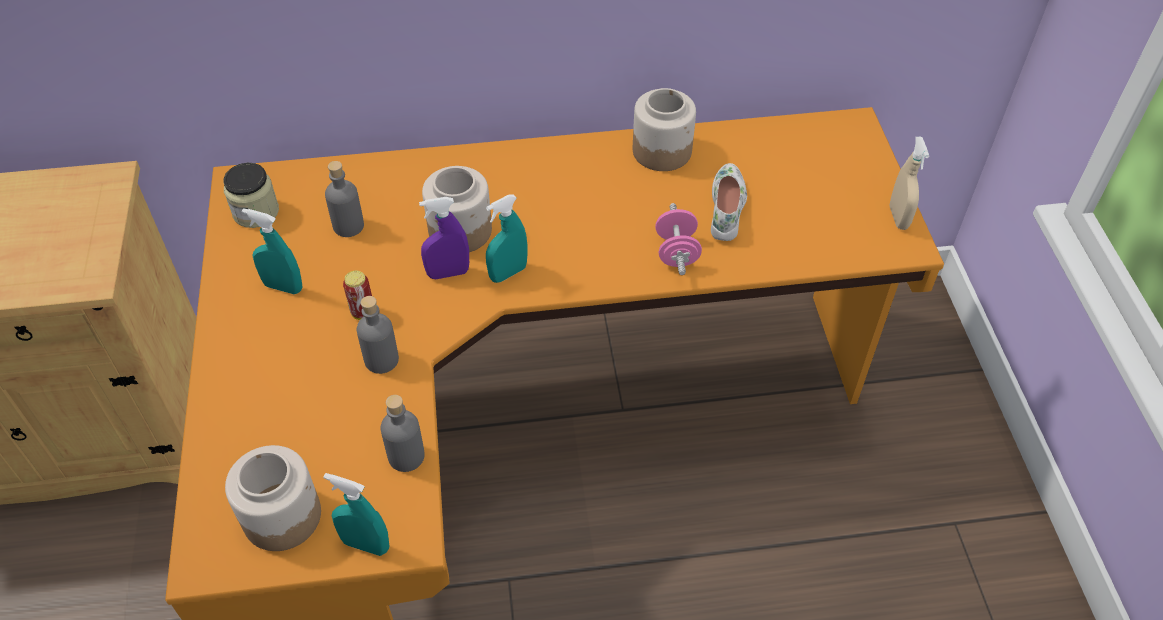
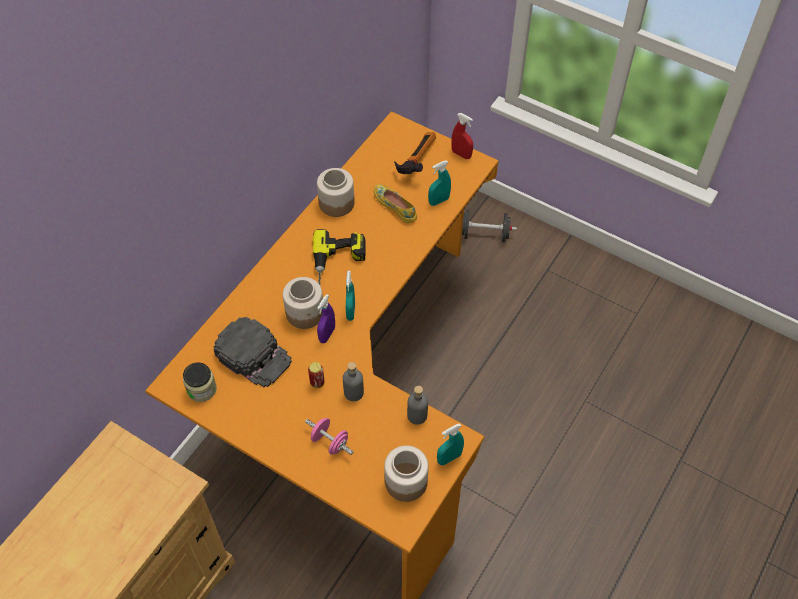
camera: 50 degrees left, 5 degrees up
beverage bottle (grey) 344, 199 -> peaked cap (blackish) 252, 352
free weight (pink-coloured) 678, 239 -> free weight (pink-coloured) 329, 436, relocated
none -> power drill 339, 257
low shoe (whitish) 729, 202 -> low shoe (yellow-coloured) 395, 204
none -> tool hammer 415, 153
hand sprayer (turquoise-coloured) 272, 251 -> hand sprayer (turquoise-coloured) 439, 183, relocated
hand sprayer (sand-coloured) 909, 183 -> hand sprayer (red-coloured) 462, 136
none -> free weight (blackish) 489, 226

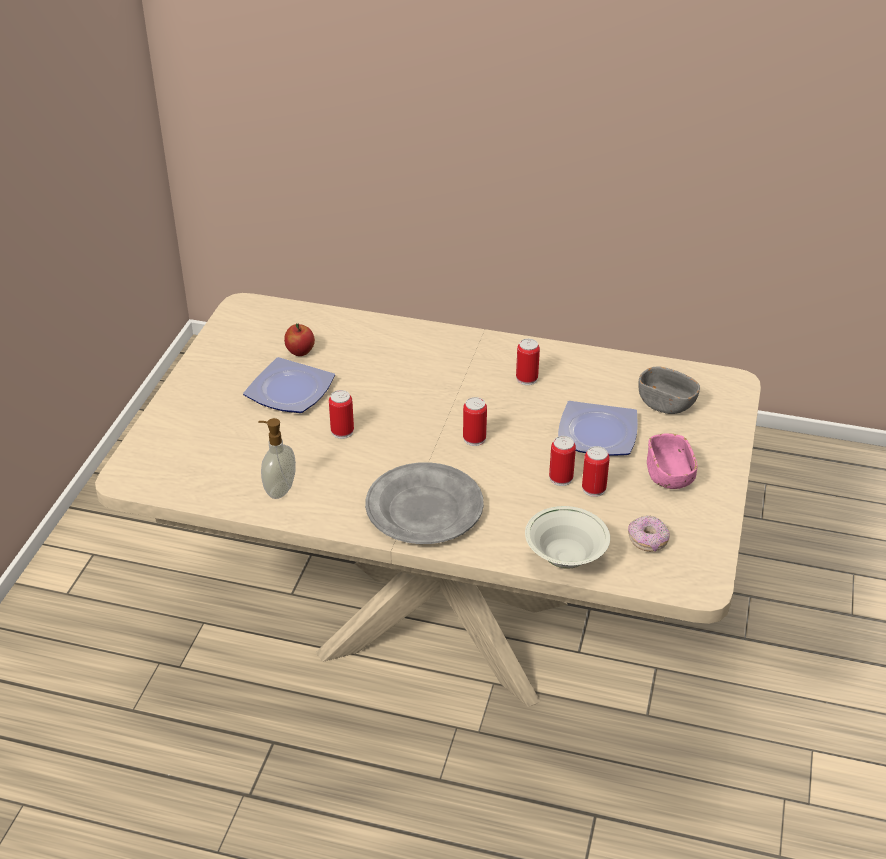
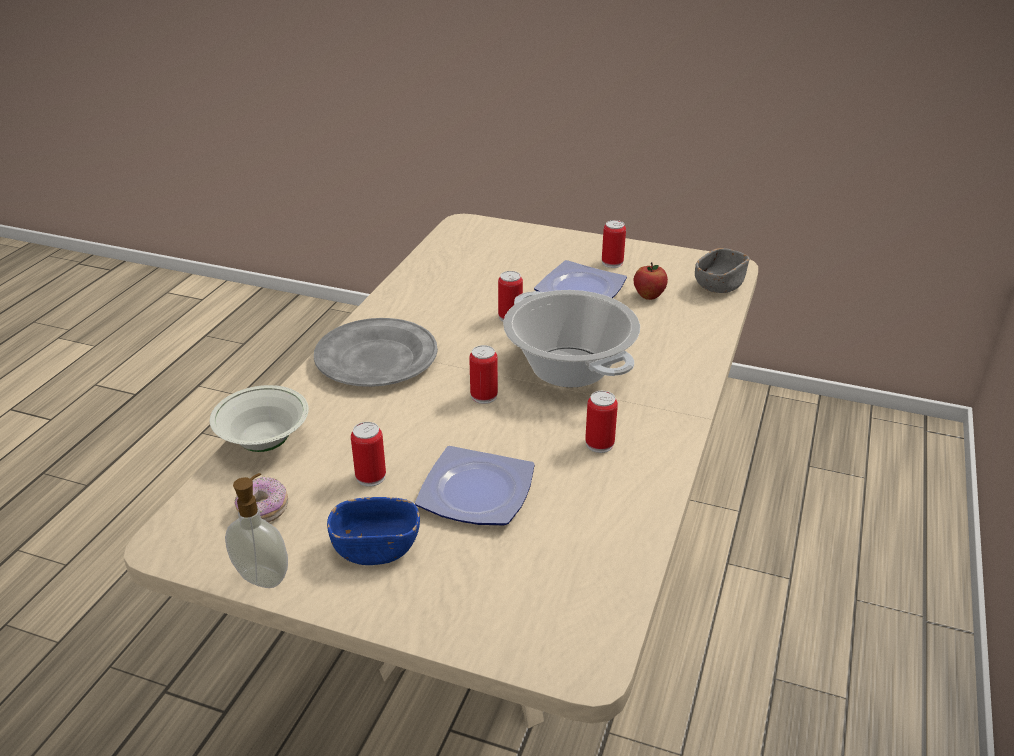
camera: 95 degrees right, 5 degrees down
soap dispenser 277, 458 -> soap dispenser 256, 530, relocated
bowl (pink-coloured) 672, 461 -> bowl (blue-coloured) 373, 531
none -> stockpot 571, 338
sealed can 562, 461 -> sealed can 614, 244, relocated
bowl (grey) 669, 390 -> bowl (grey) 722, 270, relocated

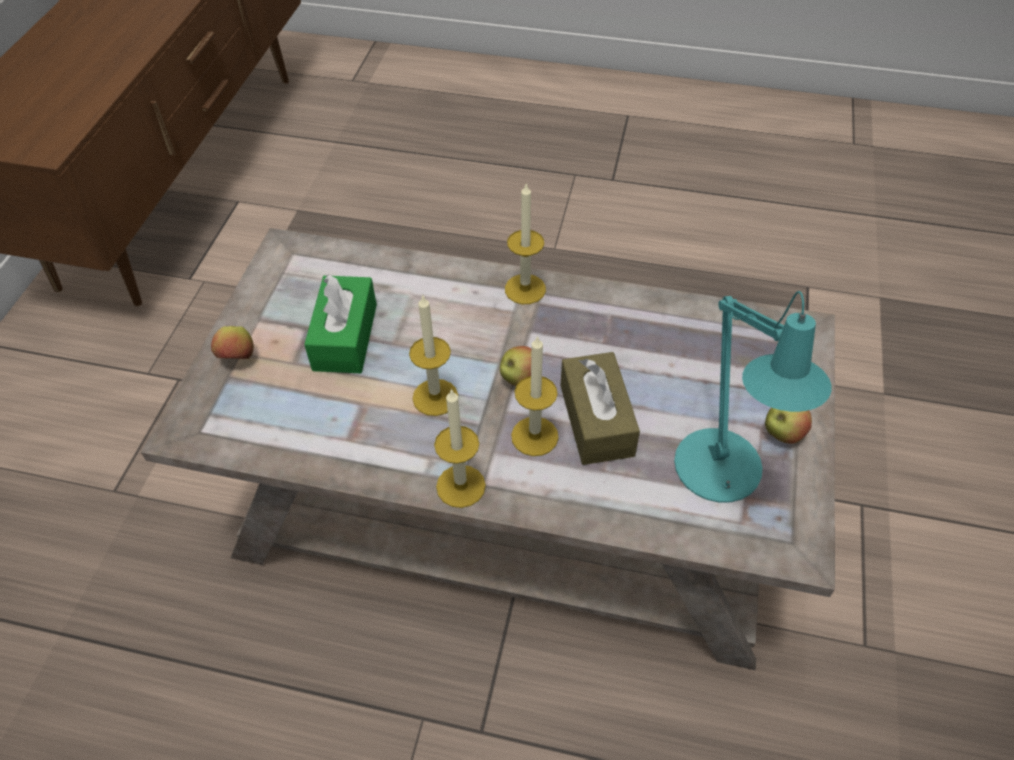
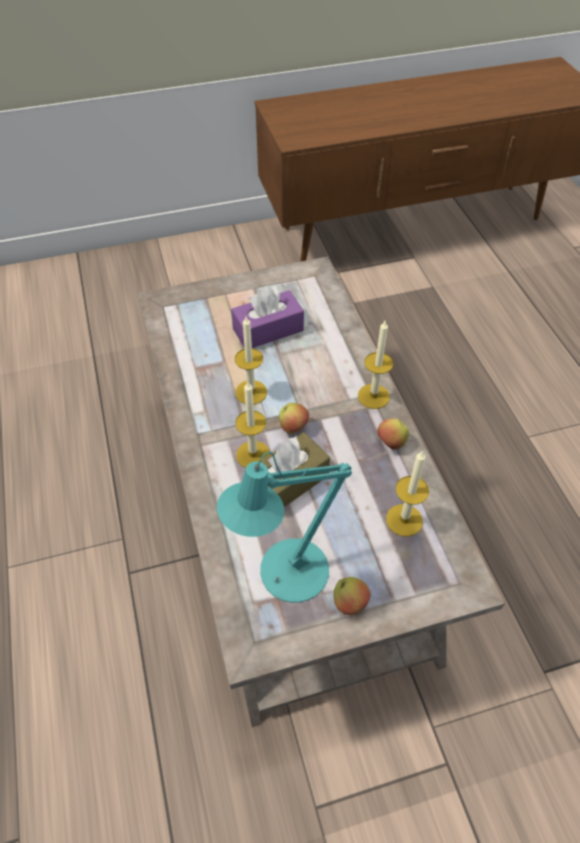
camera: 60 degrees right, 0 degrees up
box of tissues (greenish) 340, 324 -> box of tissues (purple) 267, 317
apple 232, 342 -> apple 393, 434, relocated
wax candle 460, 448 -> wax candle 407, 493, relocated

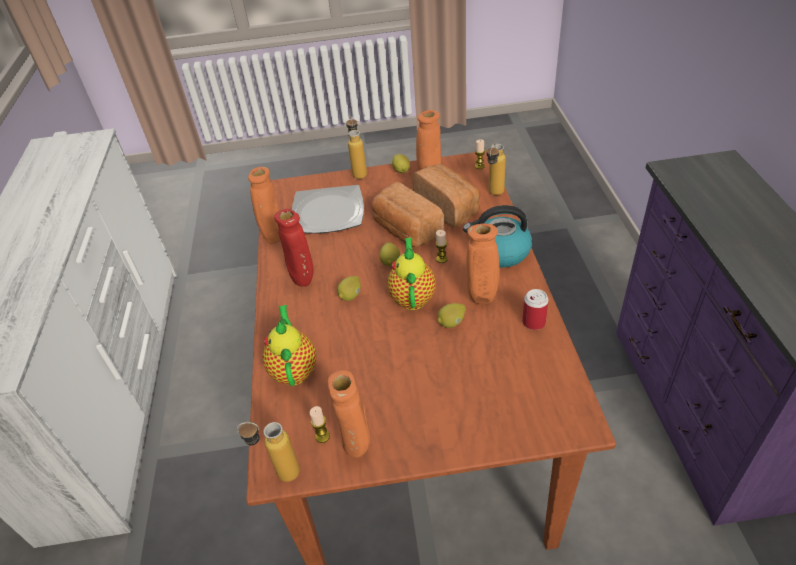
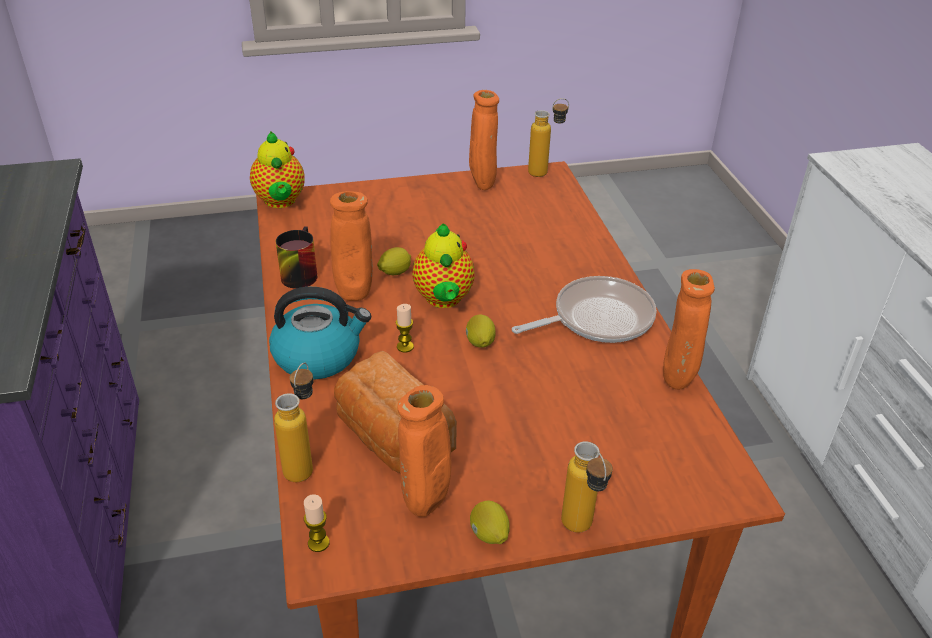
camera: 170 degrees right, 5 degrees down
tea pot 289, 345 -> tea pot 277, 170, relocated
sealed can 535, 309 -> tea mug 297, 257
decorative vase (red-coloured) 294, 248 -> pan 584, 309
plate 328, 209 -> none
wax candle 320, 424 -> none
citrus fruit 349, 288 -> none
bakery bread 408, 214 -> none

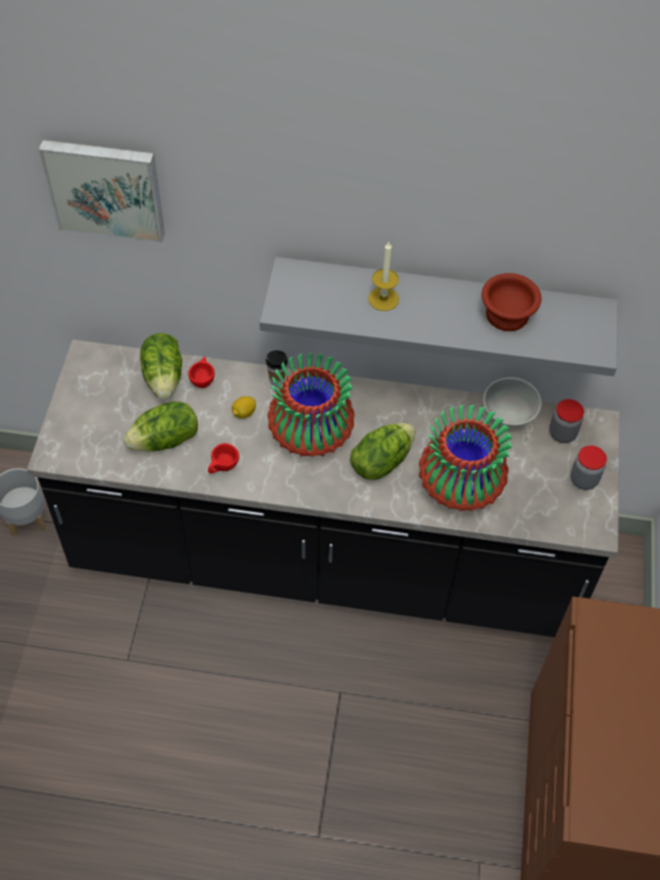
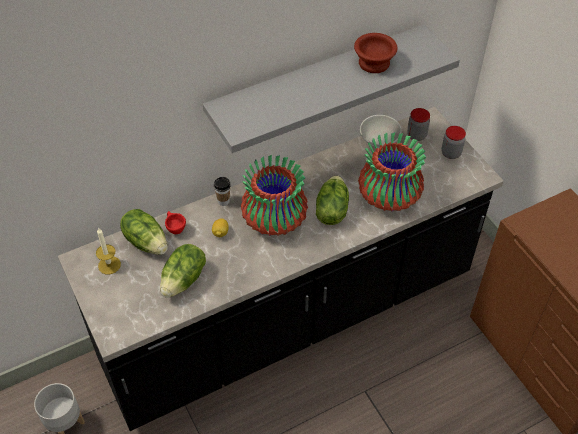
camera: 35 degrees left, 5 degrees down
wax candle 383, 276 -> wax candle 108, 251, relocated
wall picture 102, 191 -> none
cup (red-coloured) 223, 458 -> none

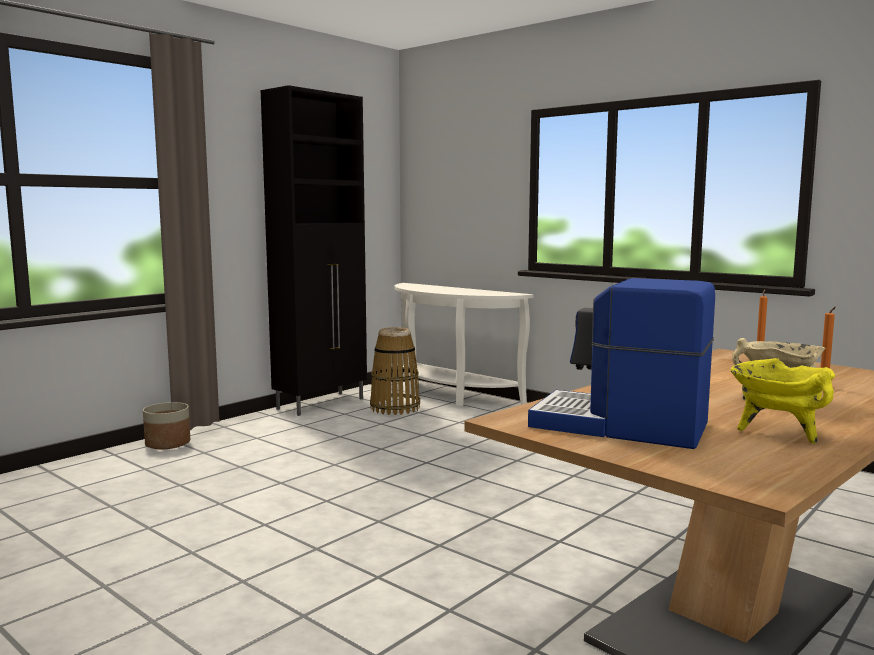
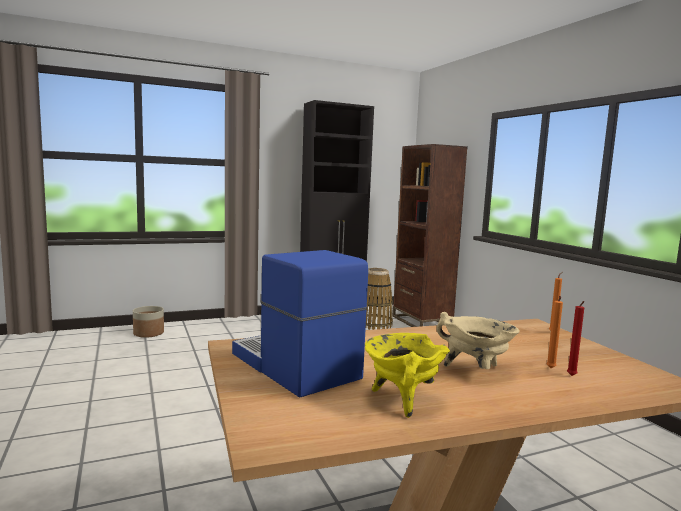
camera: 25 degrees right, 0 degrees up
flower pot 166, 425 -> flower pot 148, 322, relocated
hall table (whitish) 463, 345 -> bookcase (brownish) 430, 235
none -> wax candle (red-coloured) 575, 338

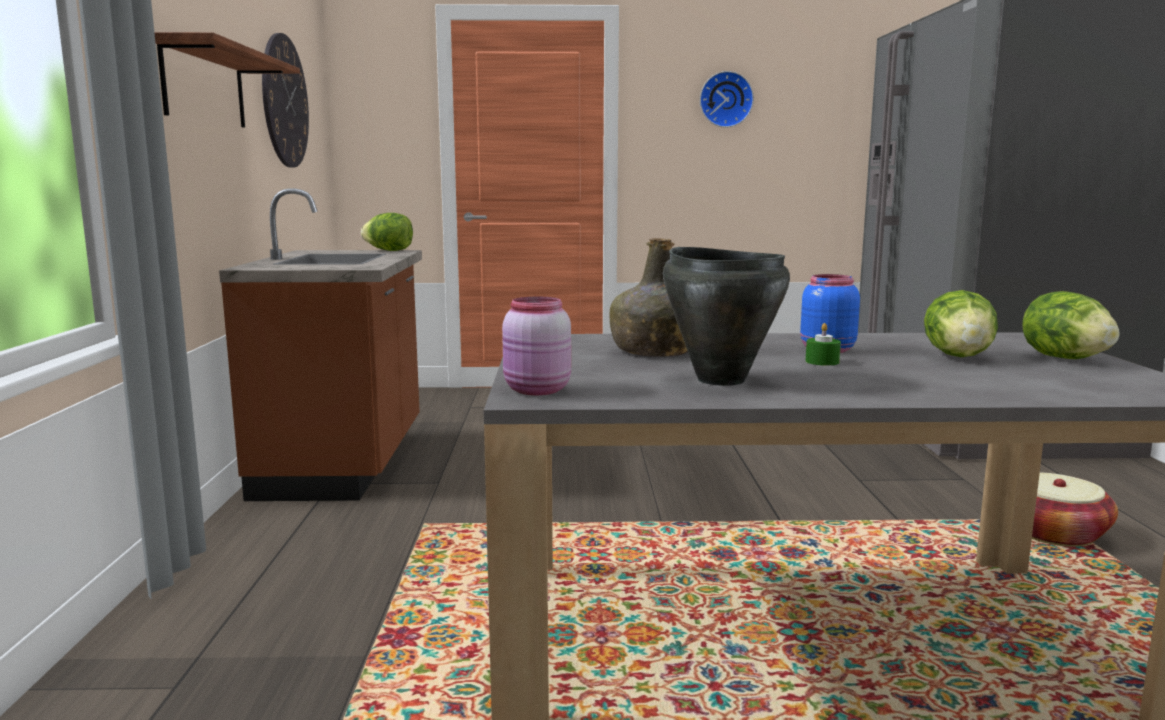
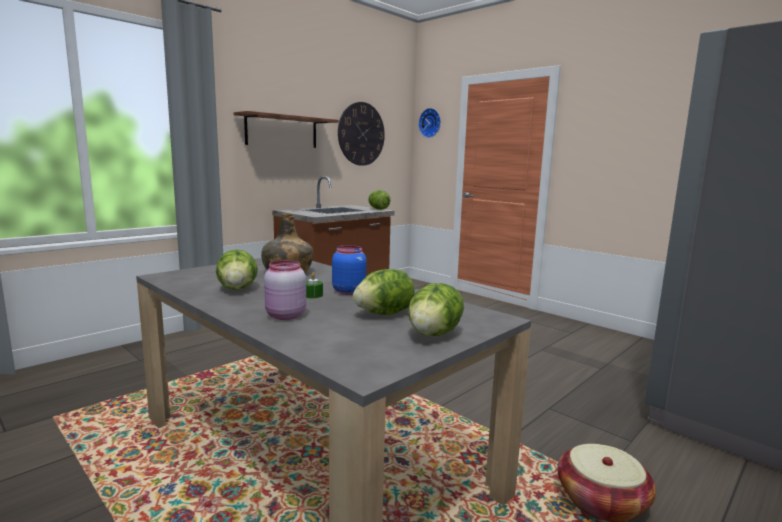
camera: 45 degrees right, 0 degrees up
stockpot (blackish) 726, 316 -> lettuce 237, 270
storage jar (pink-coloured) 536, 346 -> storage jar (pink-coloured) 285, 290, relocated
clock on the wall 727, 99 -> clock on the wall 429, 123, relocated

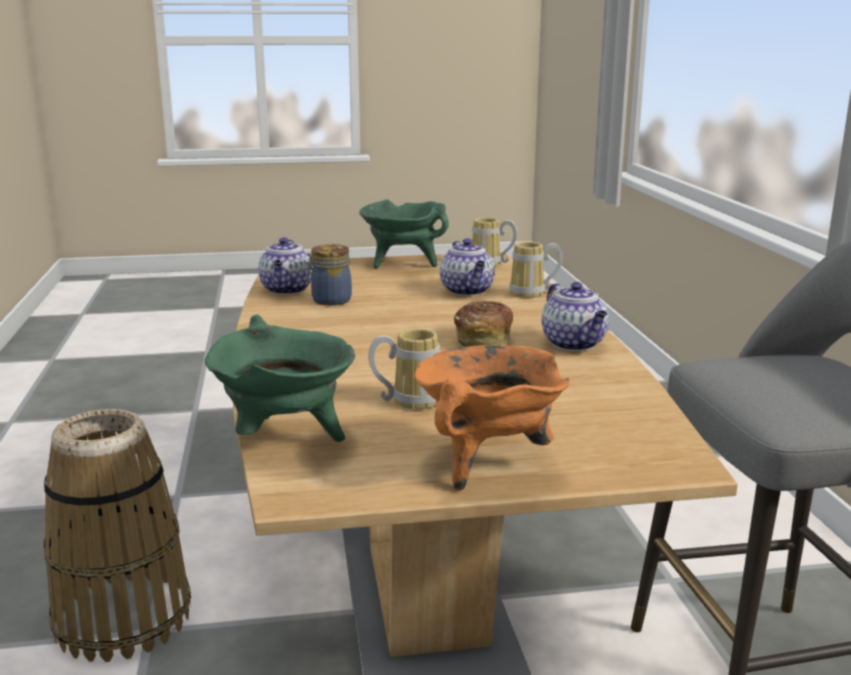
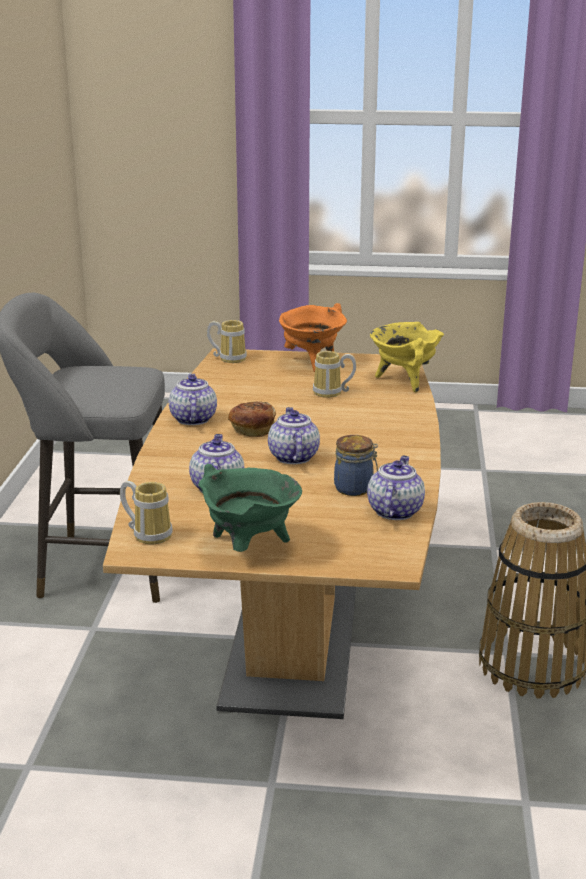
camera: 165 degrees left, 5 degrees up
tea mug 536, 270 -> tea mug 227, 341, relocated
none -> tea pot 294, 435
stockpot (greenish) 280, 378 -> stockpot (yellow-coloured) 407, 357

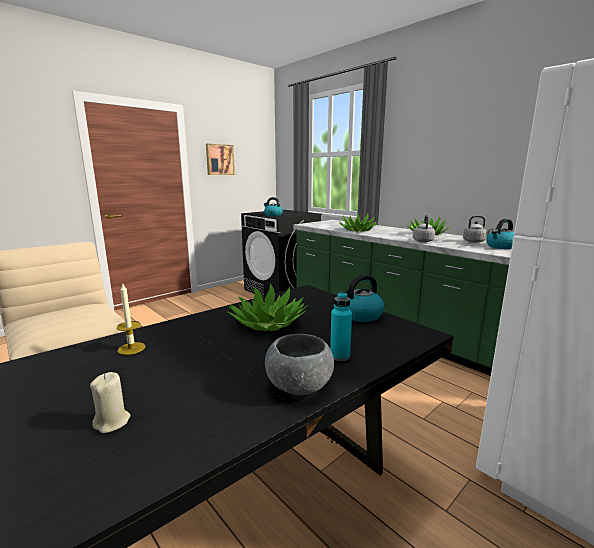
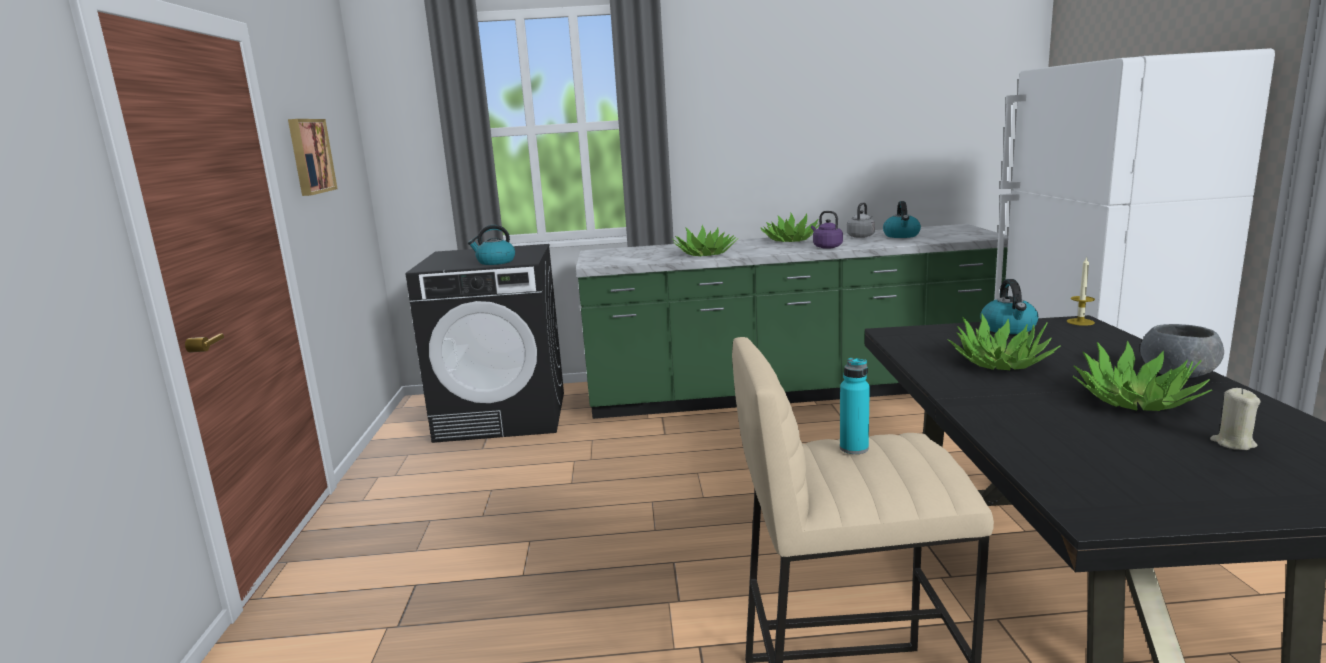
camera: 50 degrees left, 0 degrees up
tea kettle (grey) 424, 228 -> tea kettle (purple) 827, 230
beverage bottle (turquoise-coloured) 341, 326 -> beverage bottle (turquoise-coloured) 855, 406, relocated
wax candle 130, 319 -> wax candle 1080, 291, relocated
none -> plant in a pot 1142, 376

